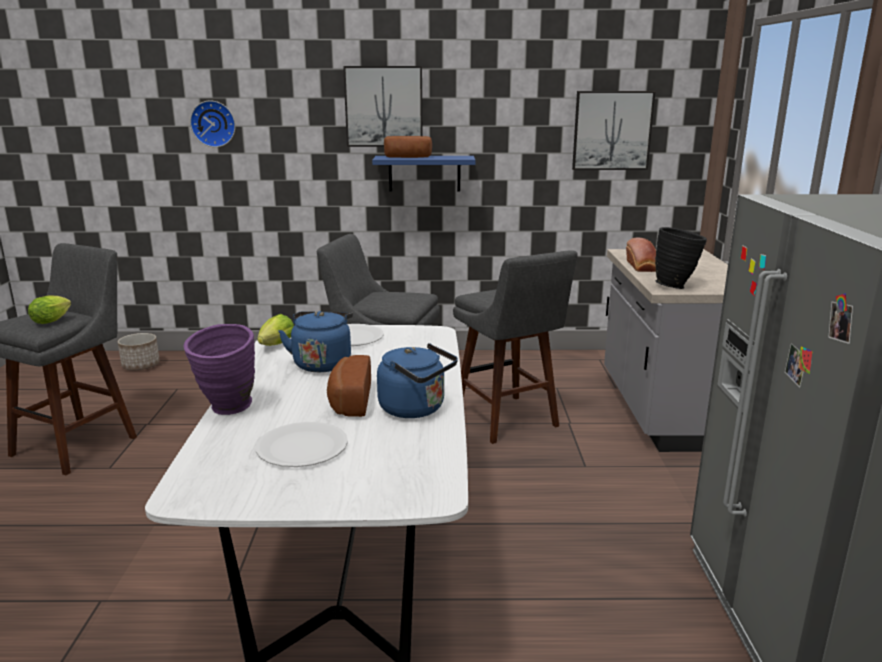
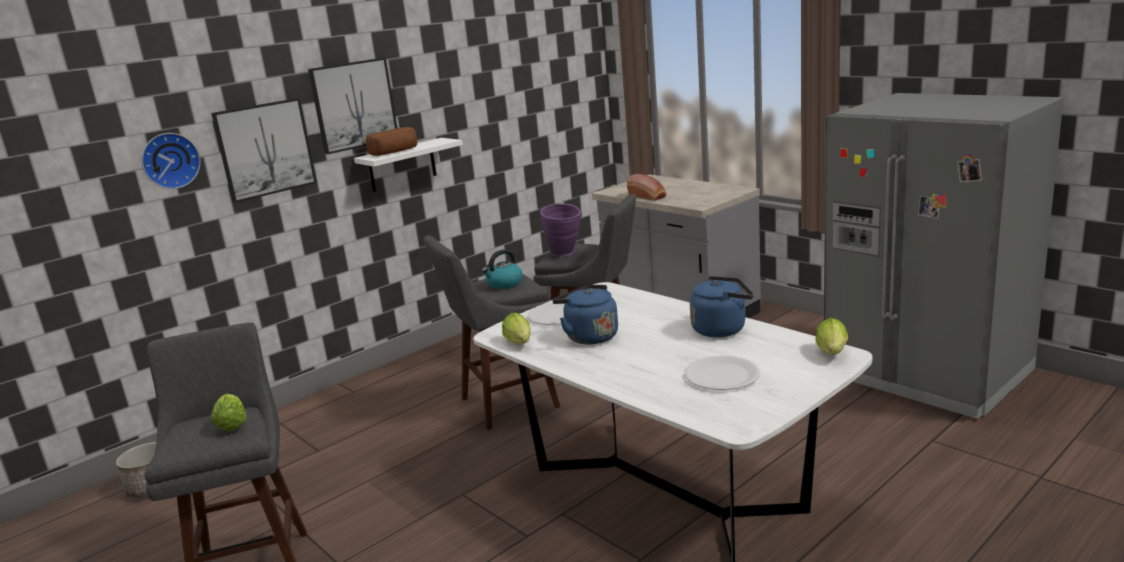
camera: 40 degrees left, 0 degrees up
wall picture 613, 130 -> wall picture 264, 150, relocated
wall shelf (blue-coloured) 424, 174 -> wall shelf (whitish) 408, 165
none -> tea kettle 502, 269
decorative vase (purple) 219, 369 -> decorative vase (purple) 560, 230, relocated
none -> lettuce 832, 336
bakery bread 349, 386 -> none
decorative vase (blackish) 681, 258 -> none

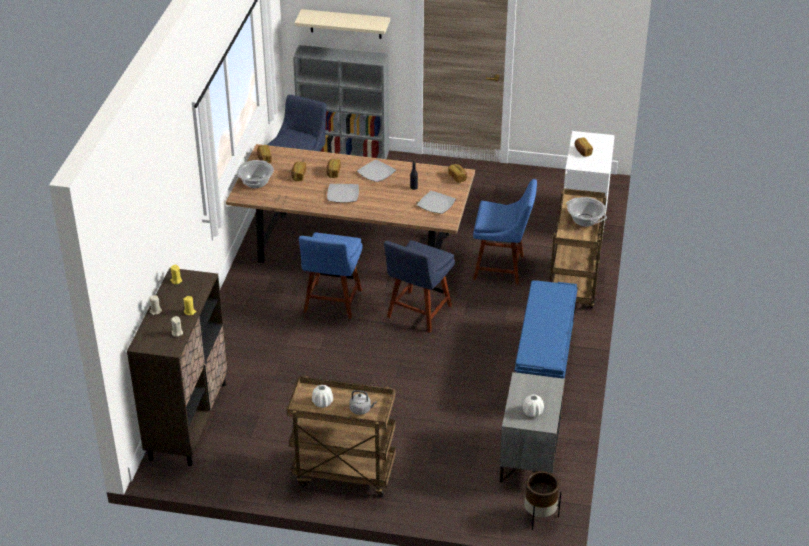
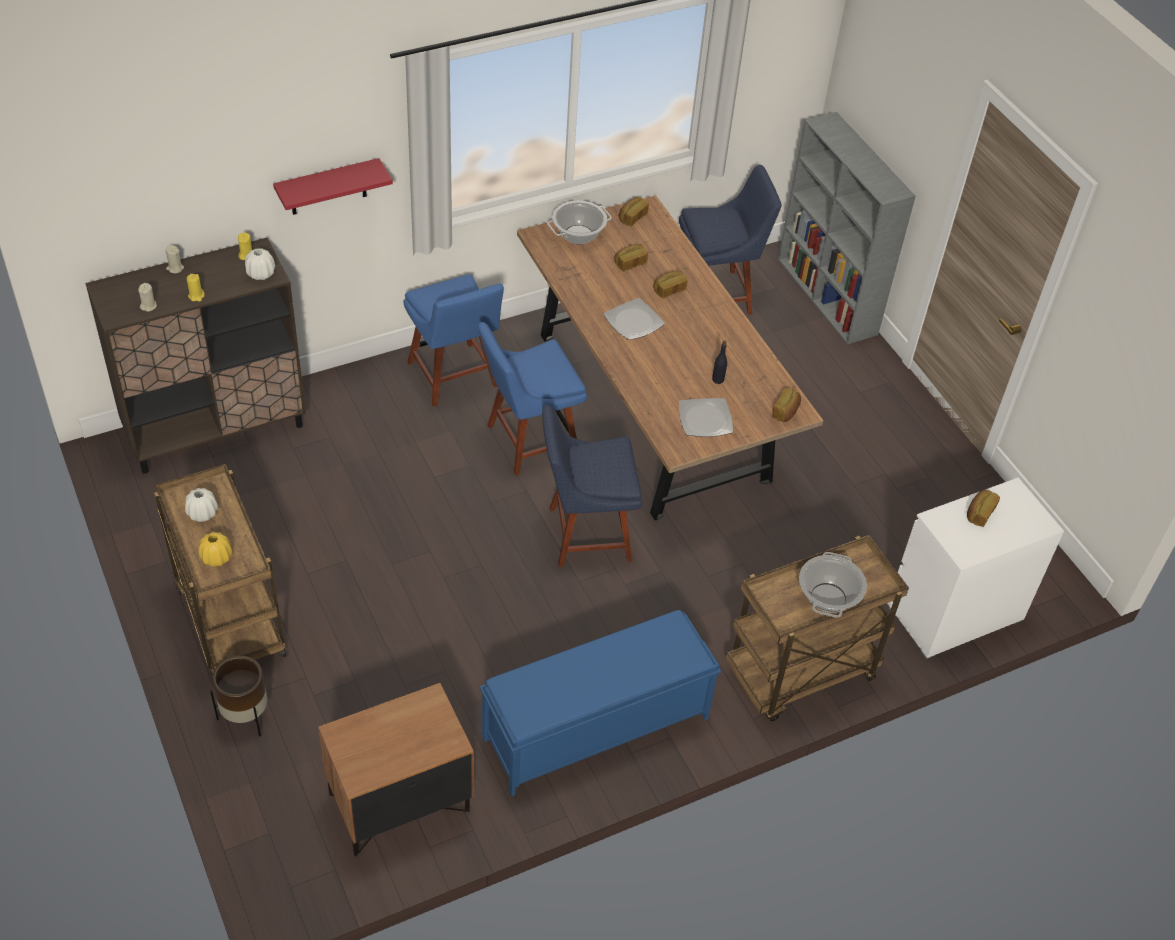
camera: 50 degrees right, 10 degrees up
tea kettle (grey) 362, 402 -> decorative vase (yellow-coloured) 215, 549
flower pot (brownish) 542, 500 -> flower pot (brownish) 239, 696, relocated
decorative vase (whitish) 533, 406 -> decorative vase (whitish) 260, 264, relocated
none -> wall shelf (red-coloured) 333, 186
nightstand (grey) 532, 427 -> nightstand (brownish) 396, 769
upright chair (blue-coloured) 505, 232 -> upright chair (blue-coloured) 454, 340, relocated
wall shelf (sand-coloured) 342, 24 -> none
plate 376, 170 -> none

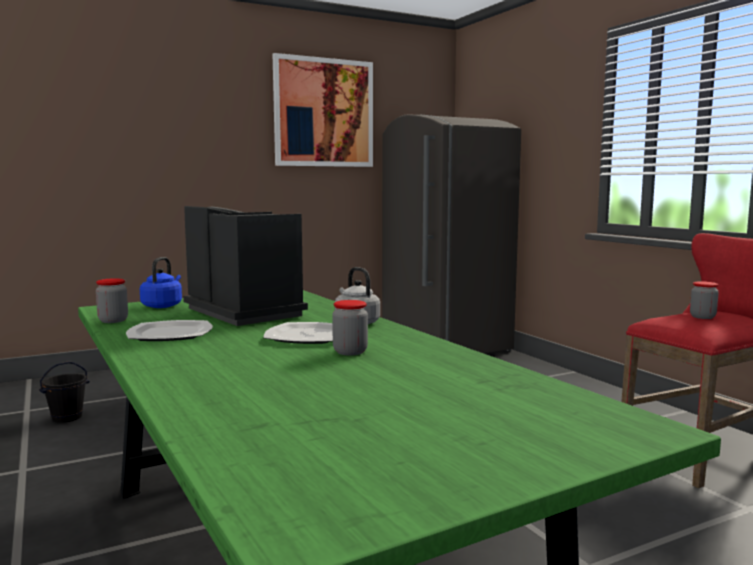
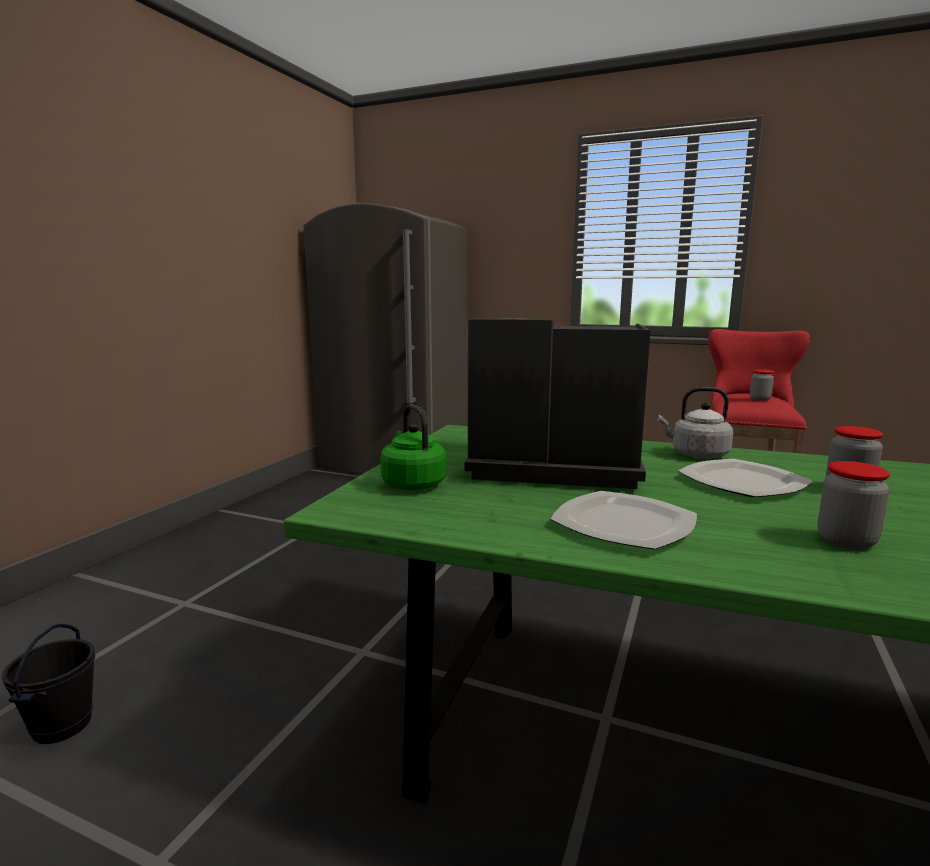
camera: 40 degrees left, 5 degrees up
tea kettle (blue-coloured) 161, 282 -> tea kettle (greenish) 413, 447
storage jar 112, 300 -> storage jar 854, 505, relocated
wall picture 323, 110 -> none

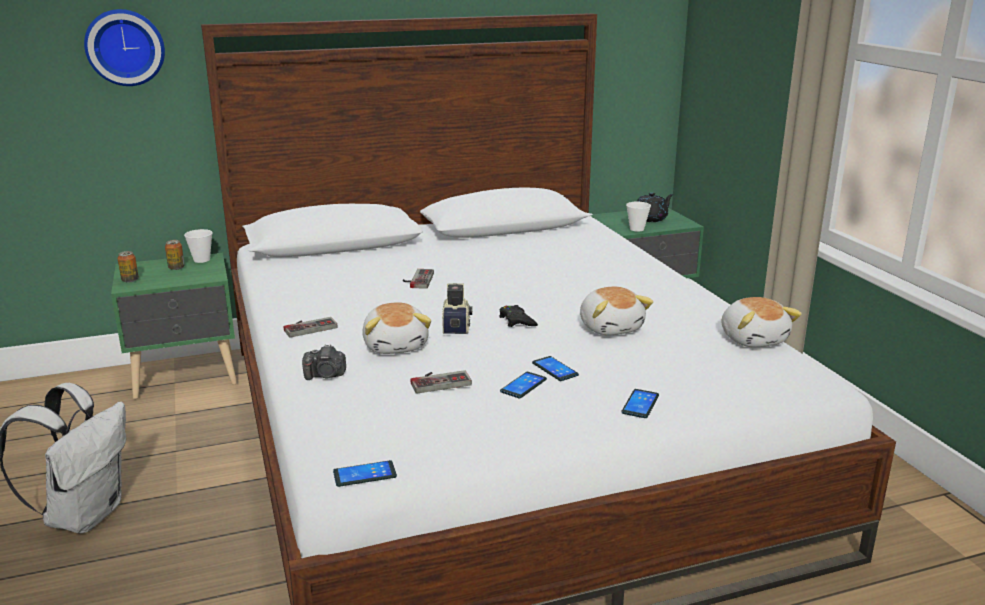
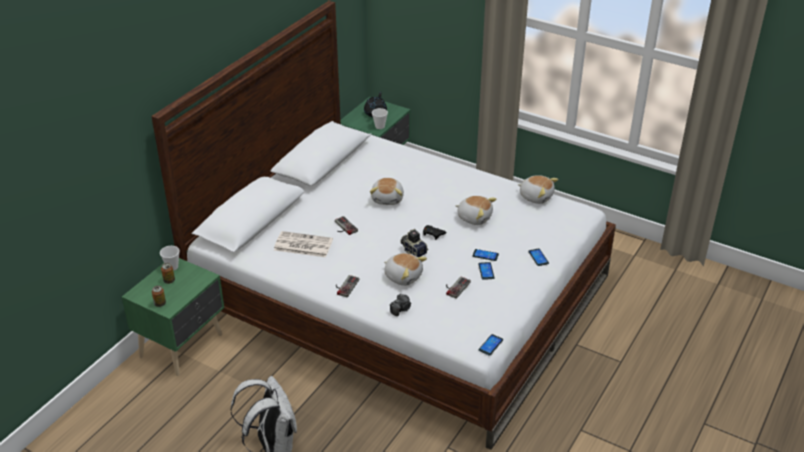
camera: 40 degrees left, 15 degrees up
none -> daily paper 303, 244
none -> soft toy 387, 191
clock on the wall 124, 47 -> none

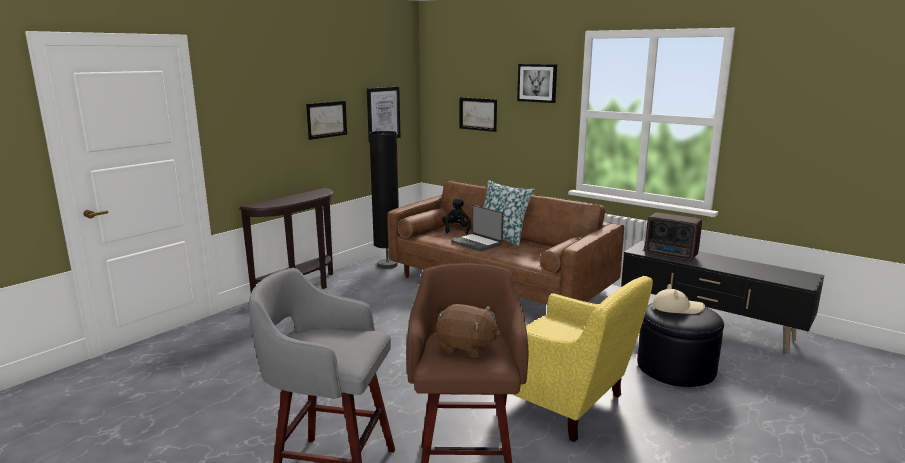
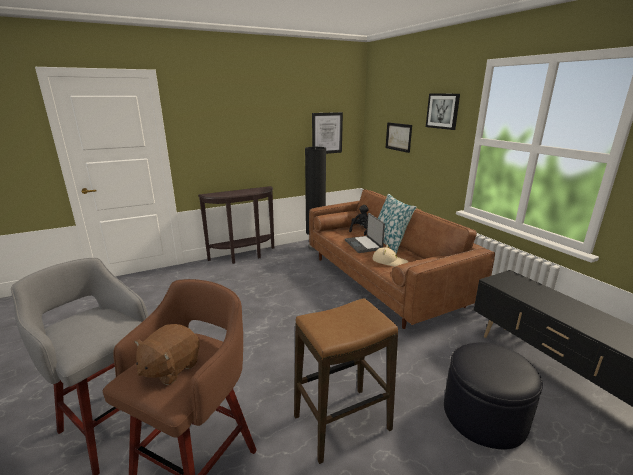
camera: 25 degrees right, 5 degrees up
soft toy (brownish) 468, 330 -> soft toy (brownish) 167, 354, 75 degrees clockwise
armchair (yellow-coloured) 578, 359 -> stool 346, 381
clothing hat (sand-coloured) 678, 299 -> clothing hat (sand-coloured) 390, 255, relocated
wall picture 326, 120 -> none
radio 673, 237 -> none

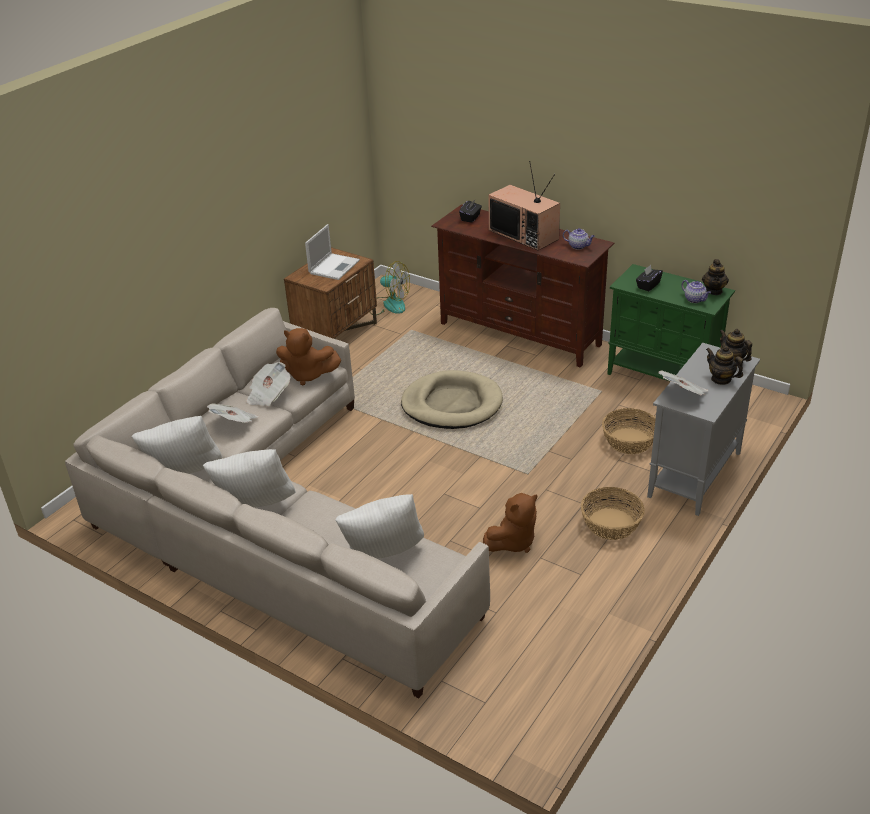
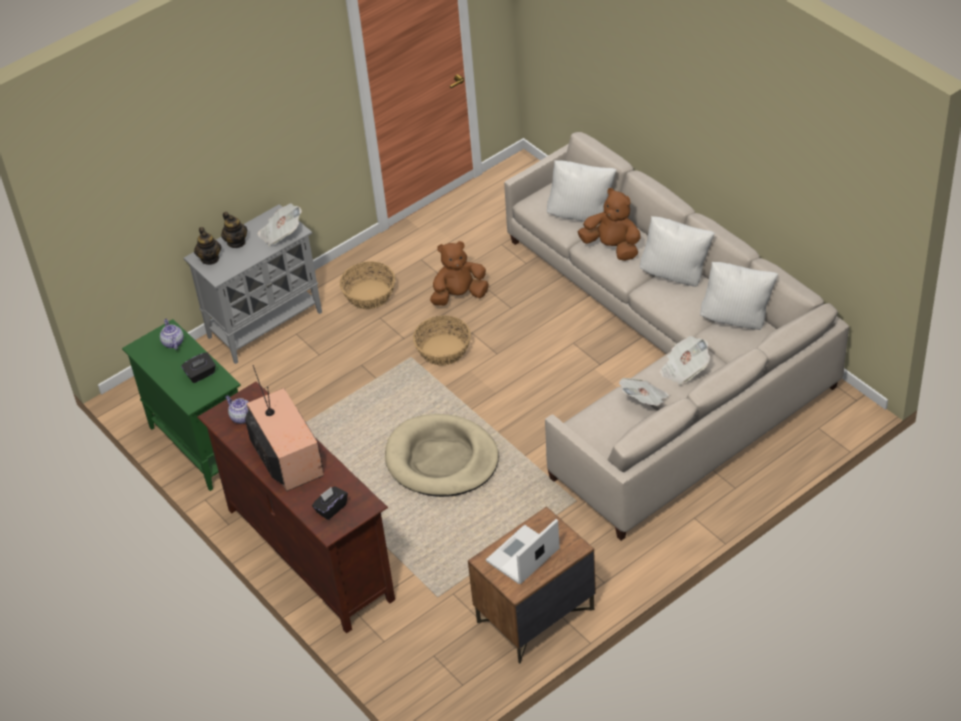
camera: 160 degrees left, 10 degrees up
storage basket 629, 431 -> storage basket 442, 341, relocated
soft toy (brownish) 308, 357 -> soft toy (brownish) 609, 224, relocated
cooling fan 390, 288 -> none
tea pot 715, 277 -> none

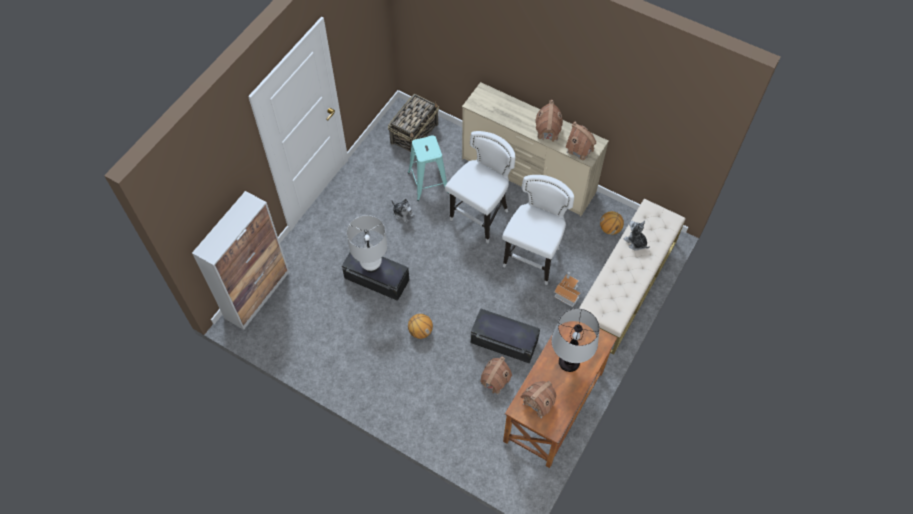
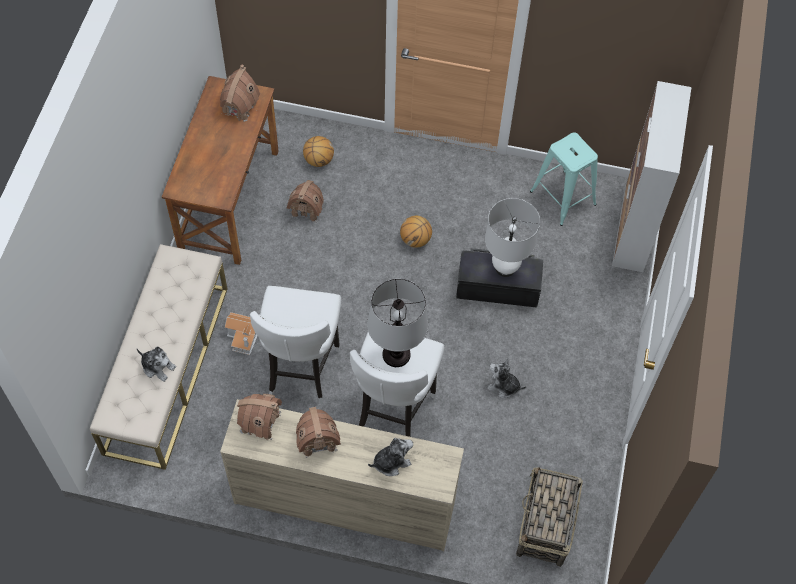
camera: 160 degrees right, 0 degrees up
basketball ball 612, 223 -> basketball ball 318, 151, relocated
lamp for a table 575, 340 -> lamp for a table 397, 323, relocated
none -> soft toy 390, 457
stool (turquoise-coloured) 428, 168 -> stool (turquoise-coloured) 564, 179, relocated
storage box (blackish) 505, 336 -> none

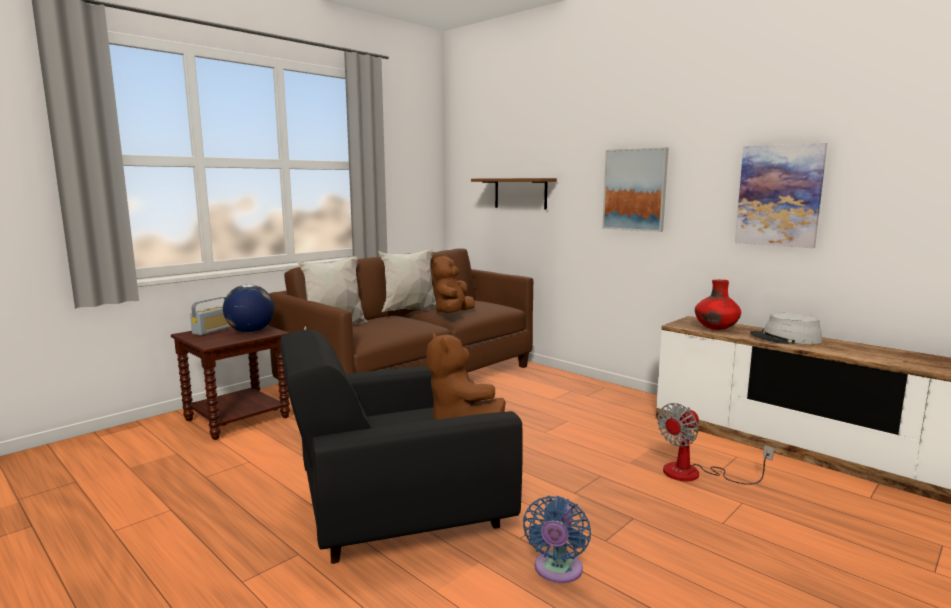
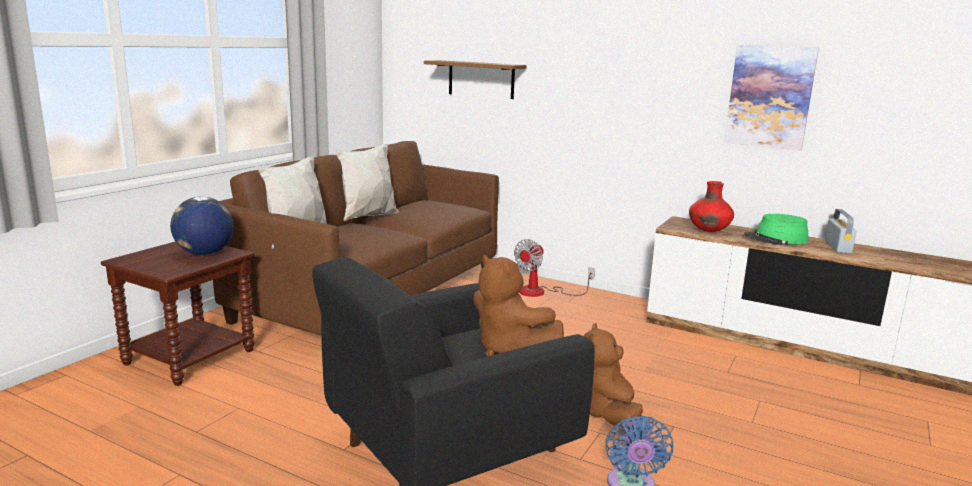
camera: 15 degrees left, 5 degrees up
cooling fan 715, 444 -> cooling fan 554, 268, relocated
soft toy (brownish) 454, 284 -> soft toy (brownish) 613, 375, relocated
clothing hat (grey) 786, 328 -> clothing hat (greenish) 776, 229
radio 210, 316 -> radio 840, 231, relocated
wall picture 635, 189 -> none

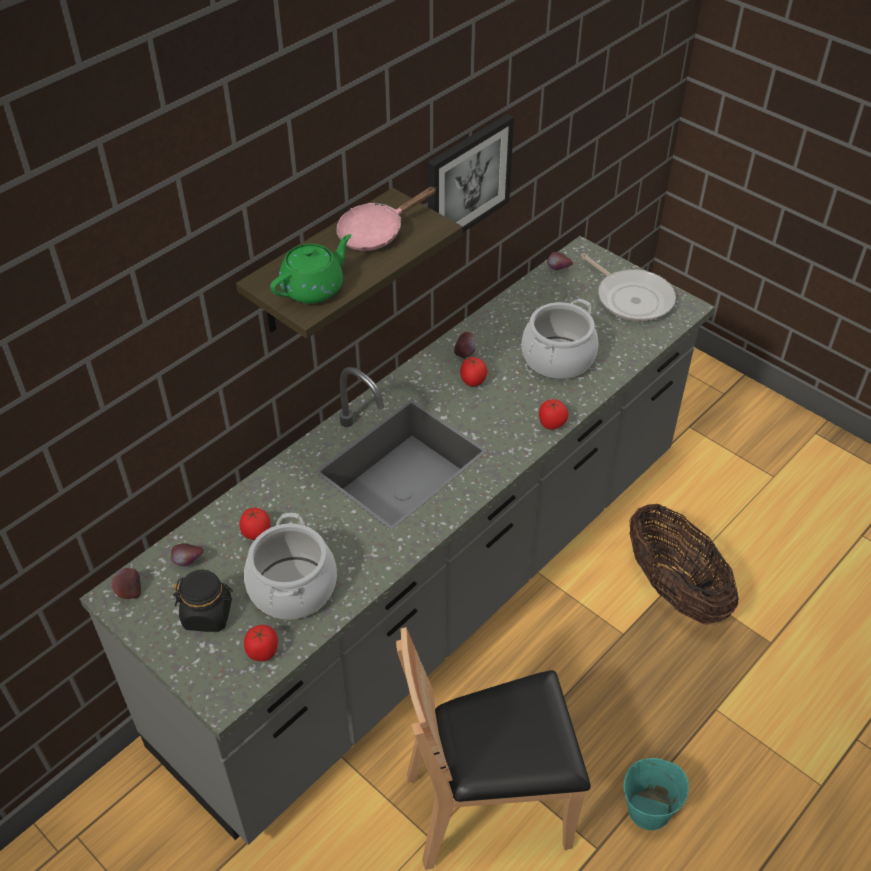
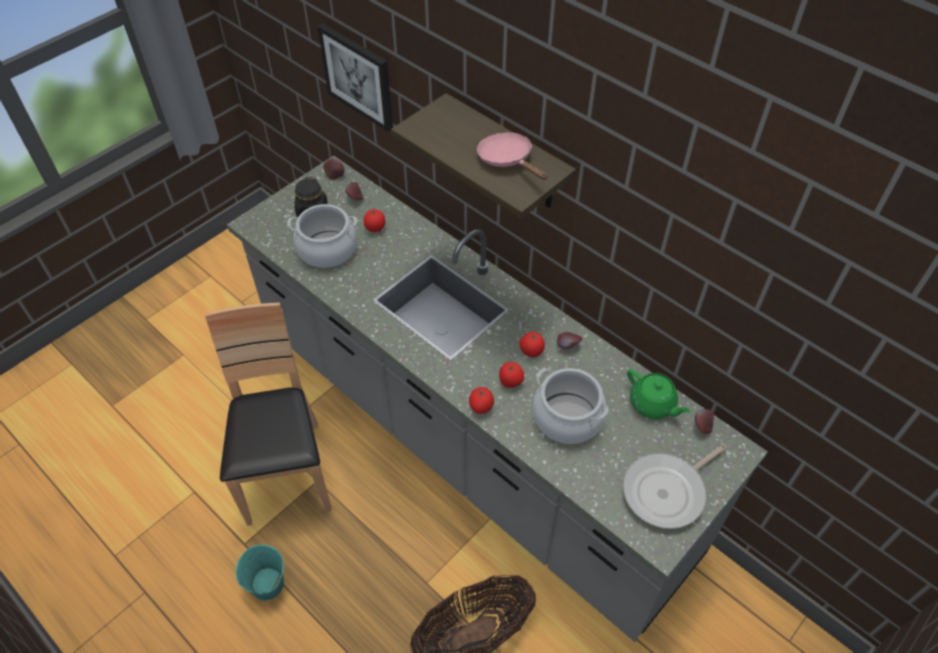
camera: 90 degrees right, 5 degrees up
wall picture 470, 173 -> wall picture 355, 77, relocated
whole tomato 261, 643 -> whole tomato 511, 375, relocated
tea pot (greenish) 310, 269 -> tea pot (greenish) 659, 394, relocated

